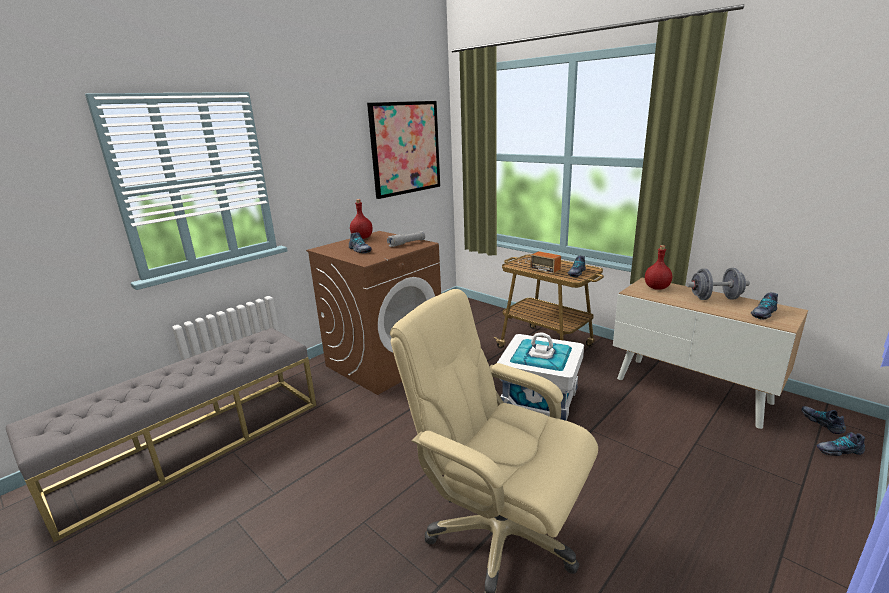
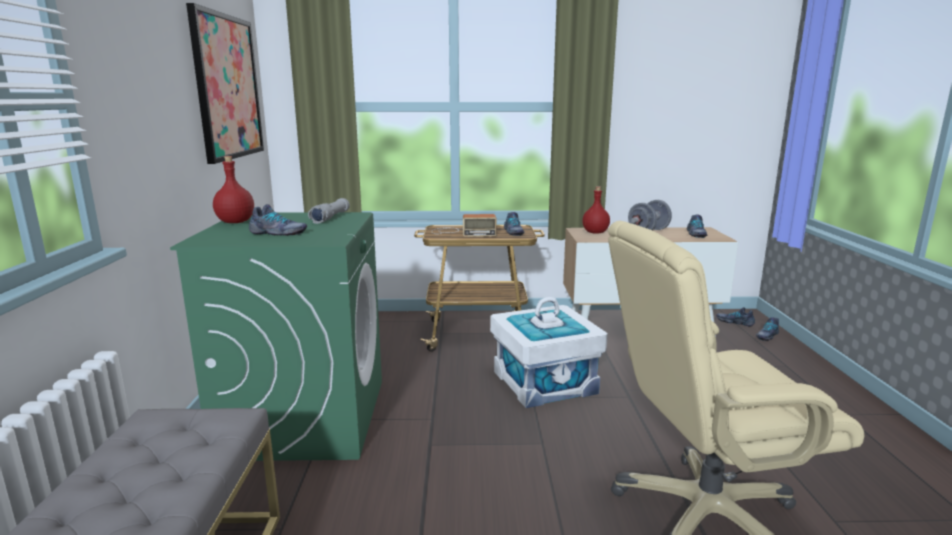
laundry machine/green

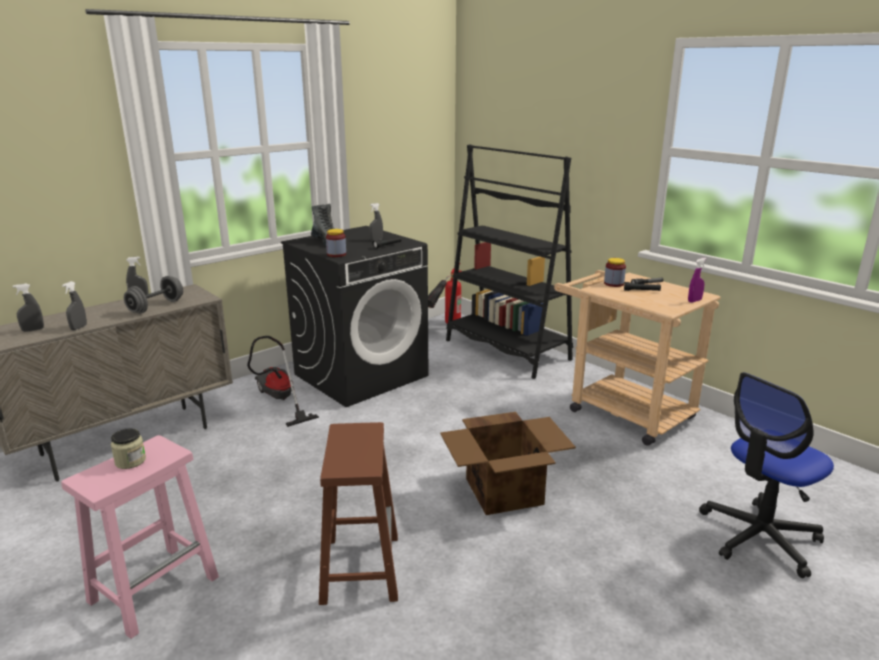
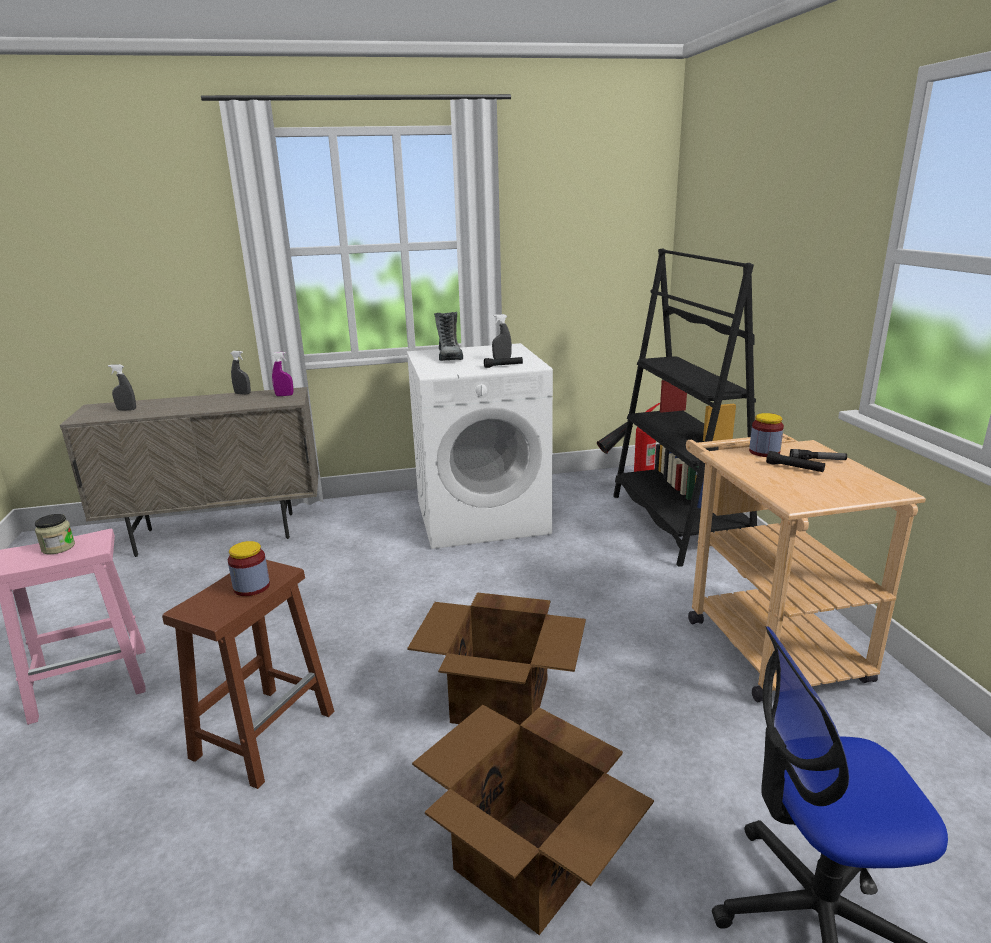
spray bottle/greyish (2nd from left in the first image)
free weight/greyish
hoover
laundry machine/white
preserve jar (2nd from left)
spray bottle/purplish
packing box (2nd from left)

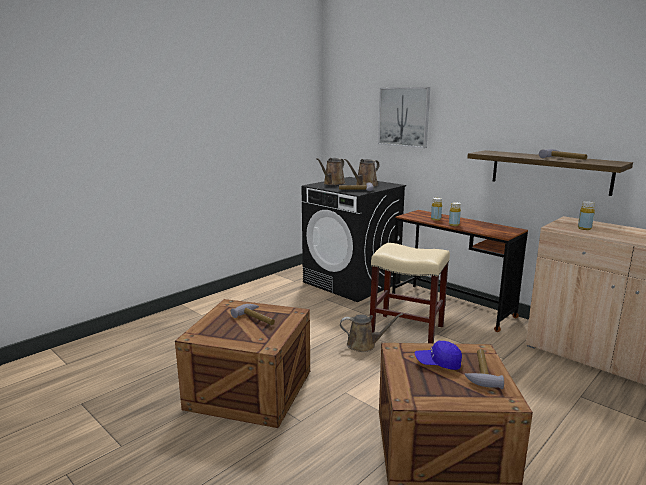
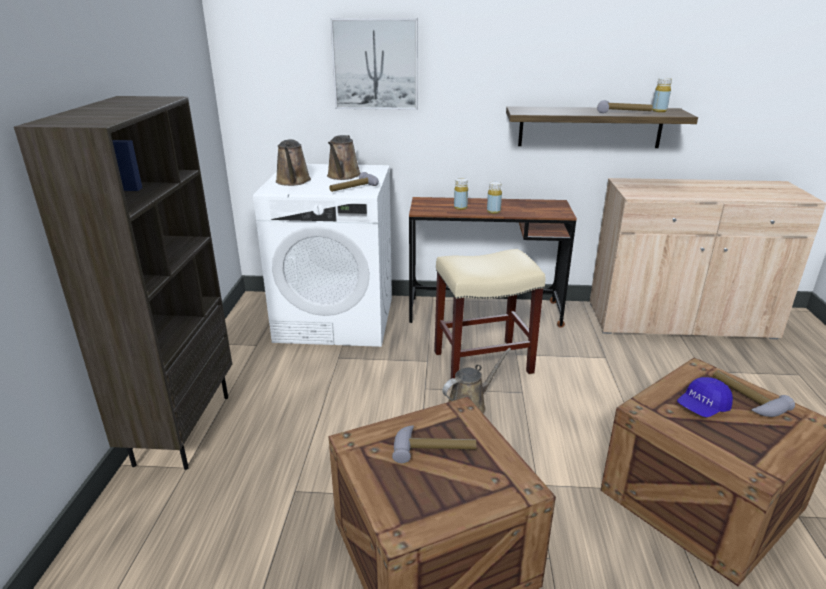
laundry machine/white
bottle/yellowish (3rd from left)
bookcase/brown-coloured

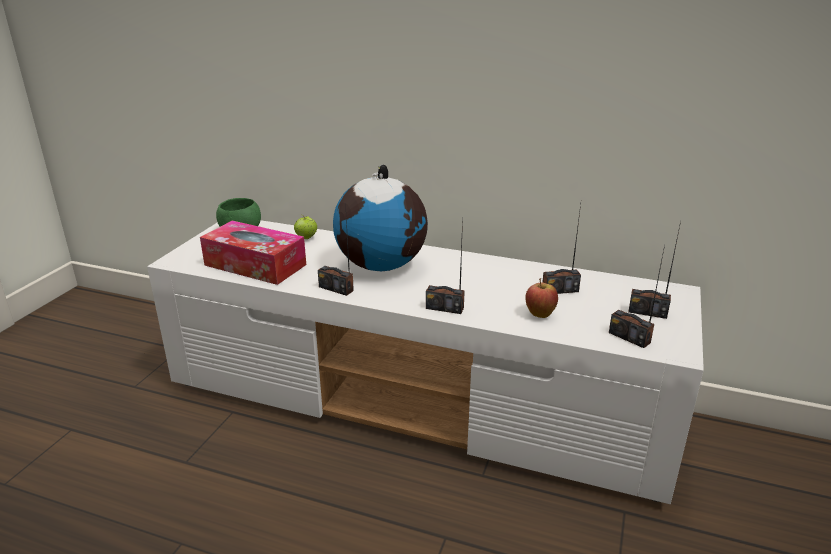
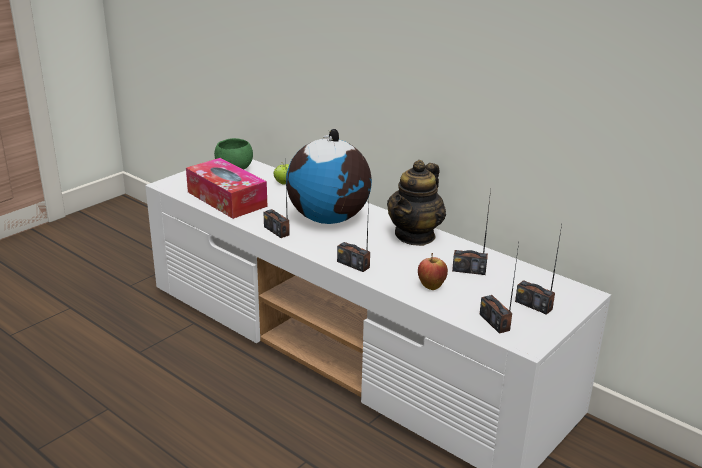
teapot

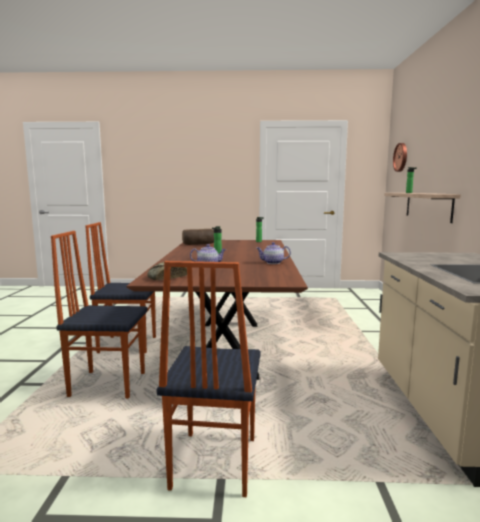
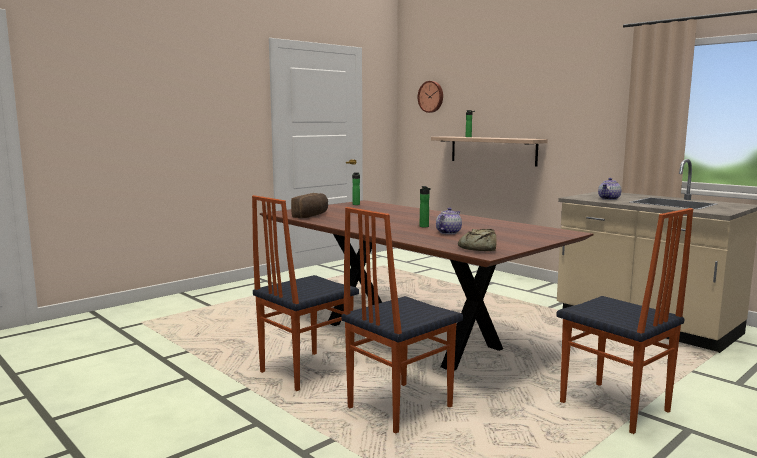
teapot (2nd from left)

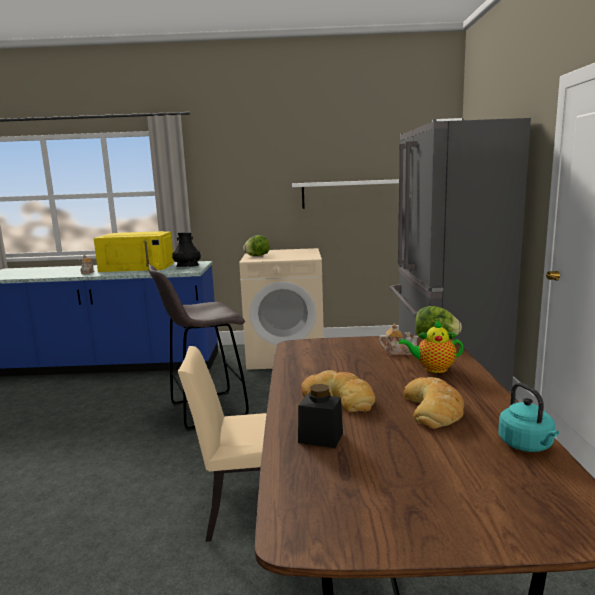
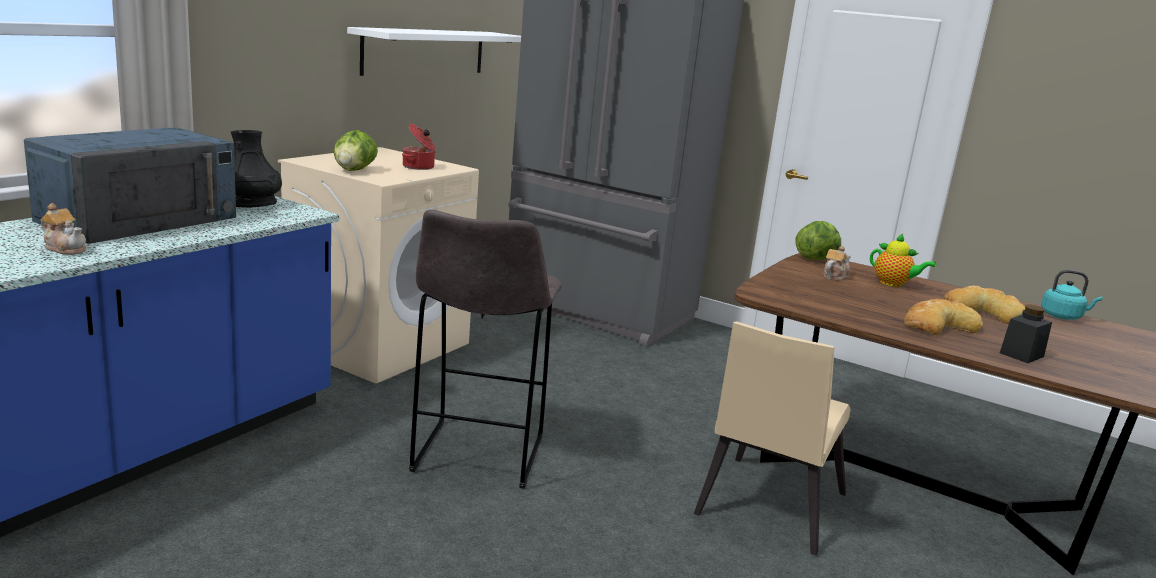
microwave oven/bluish
teapot (3rd from left)
stockpot

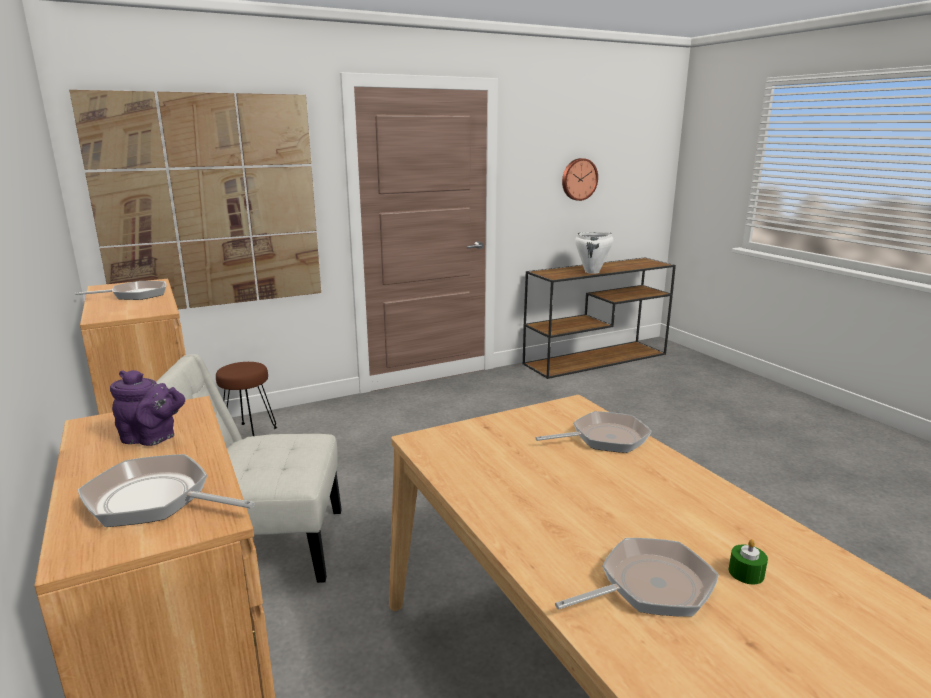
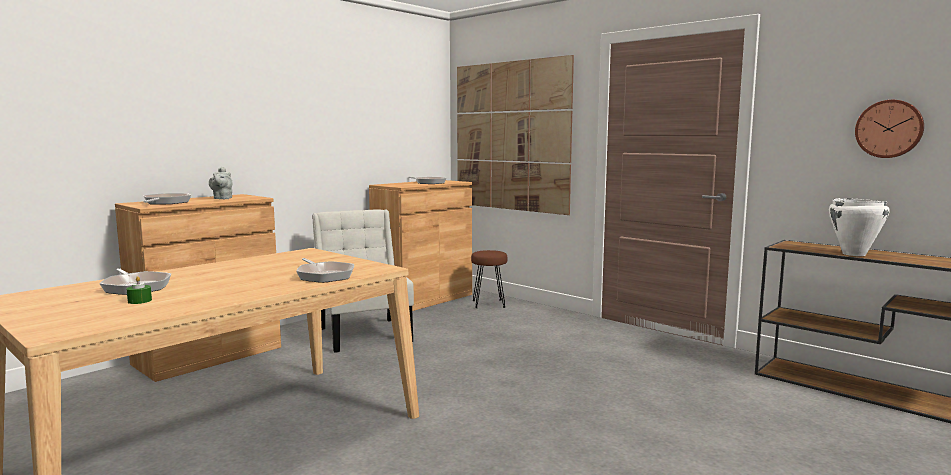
teapot/greyish

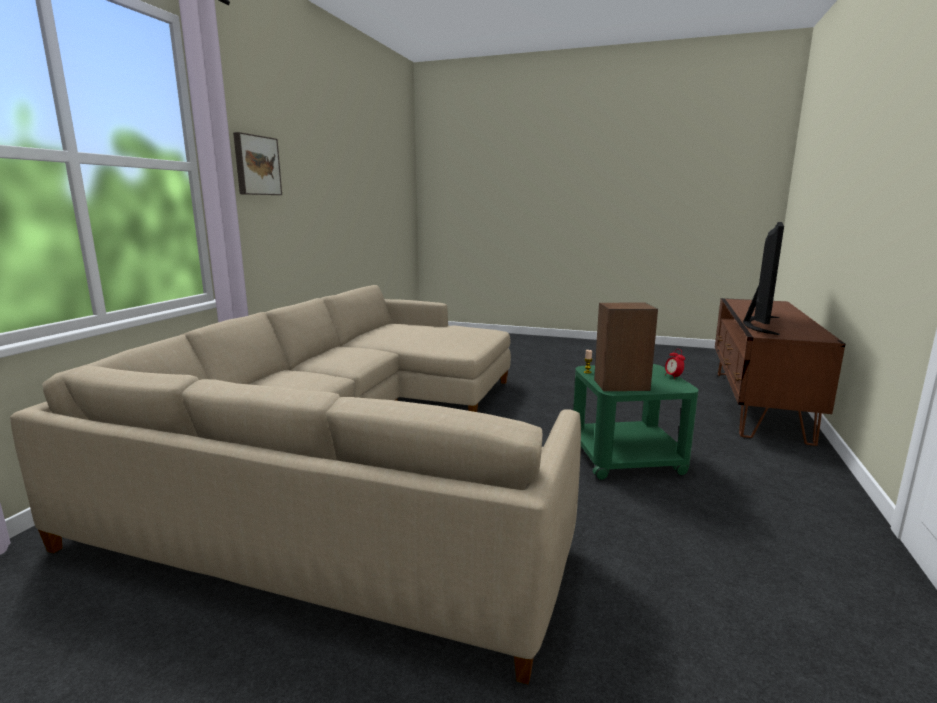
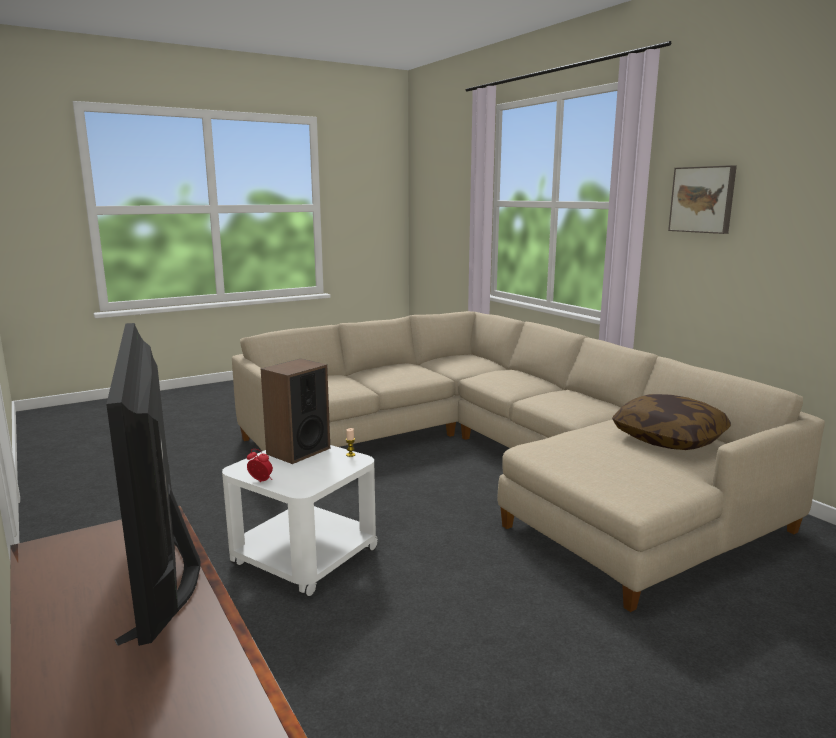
accent table/white
pillow

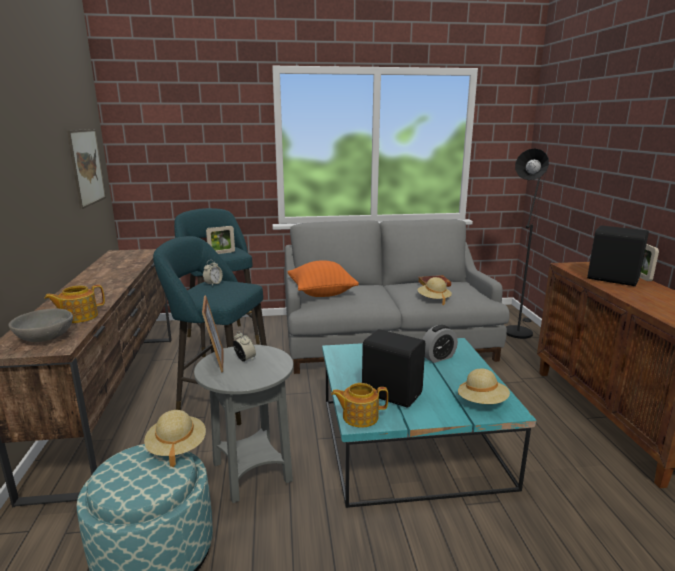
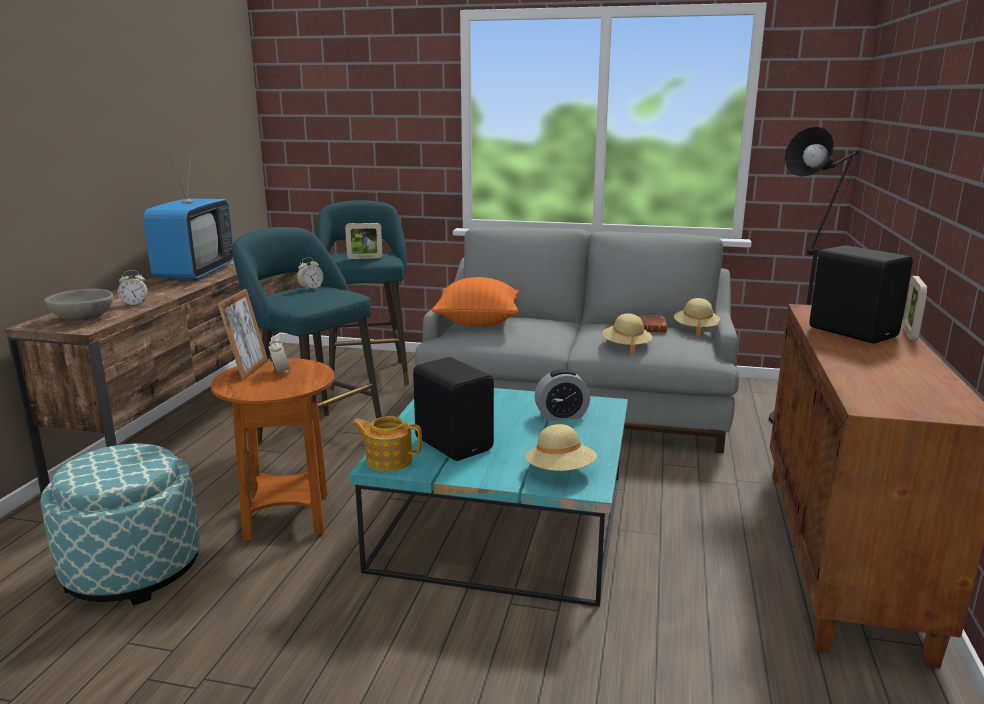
bedside clock (1st from left)
picture
clothing hat/sand-coloured (3rd from left)
accent table/brown-coloured
TV

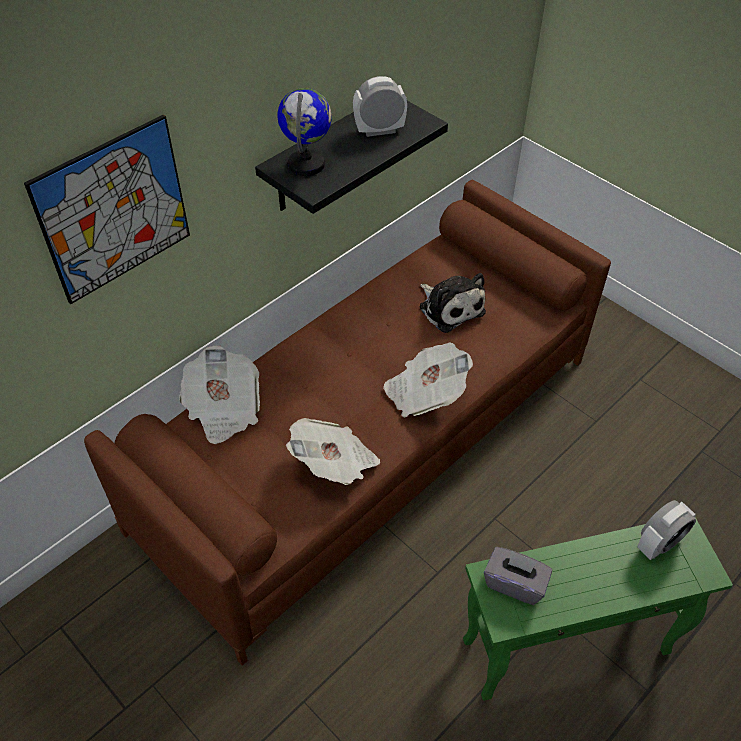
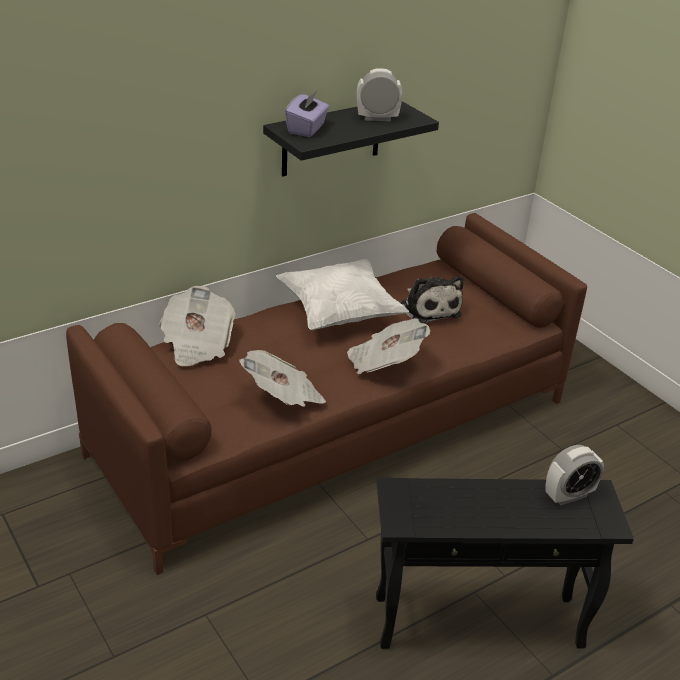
picture
tissue box/purplish
accent table/black
tissue box/greyish
pillow/white

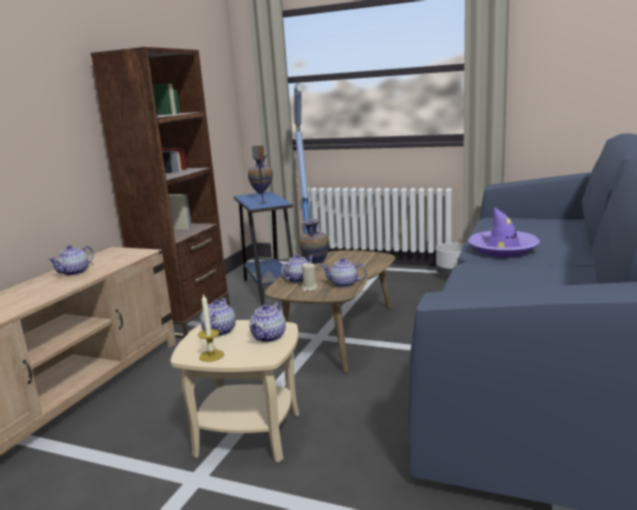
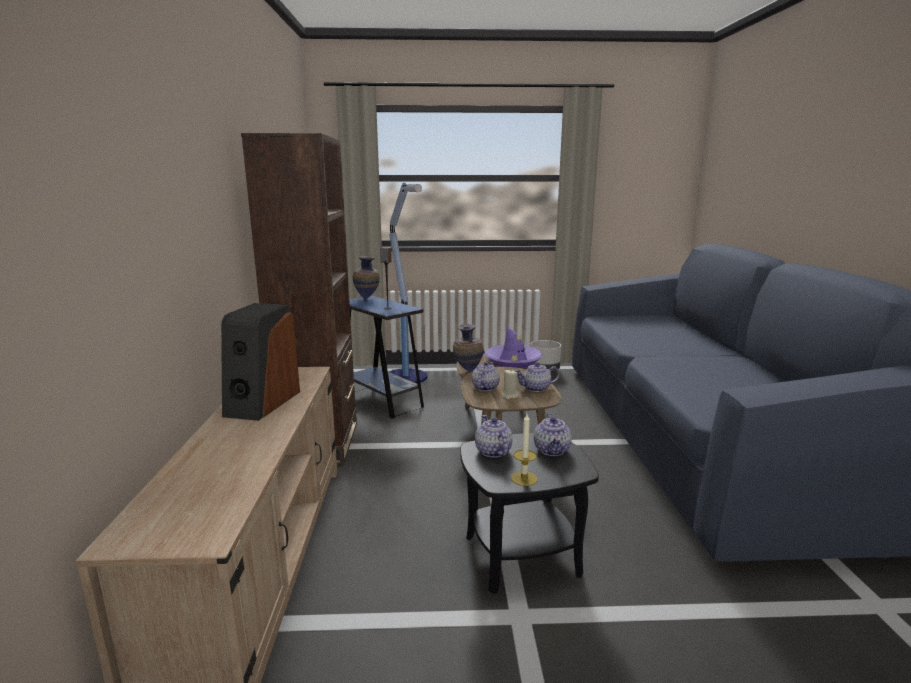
loudspeaker (1st from left)
accent table/black
clothing hat/purplish

